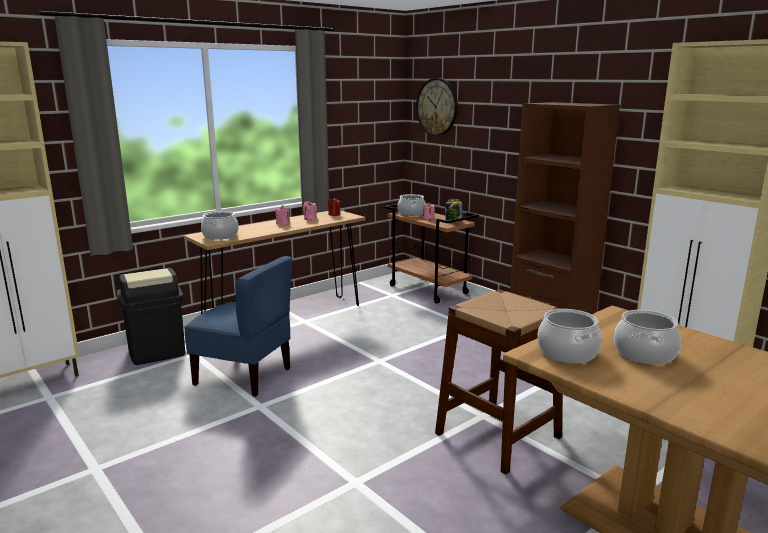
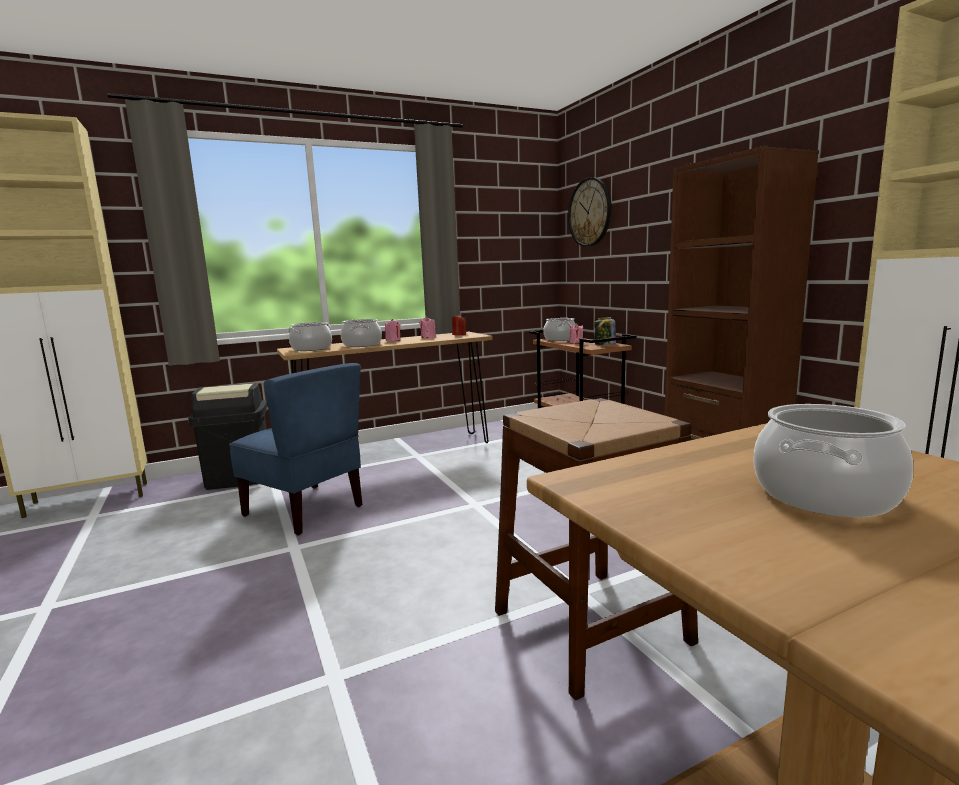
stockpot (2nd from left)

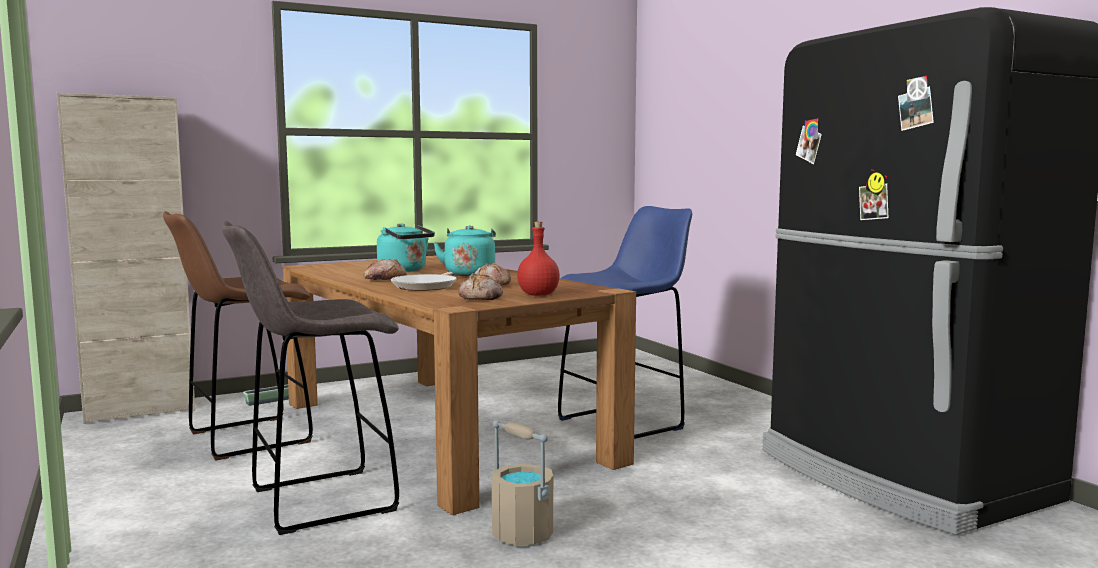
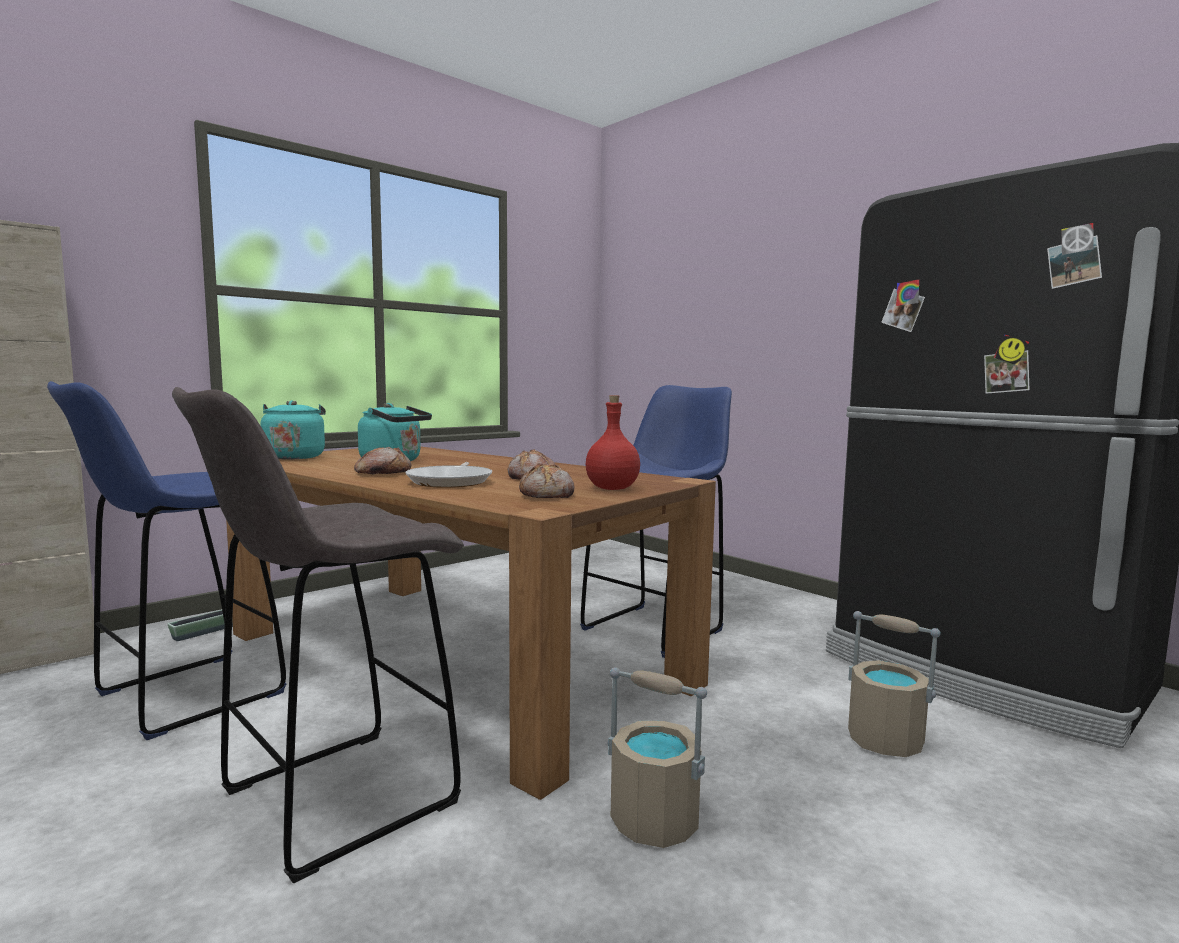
stool/bluish (1st from left)
kettle/turquoise-coloured (1st from left)
bucket/sand-coloured (2nd from left)

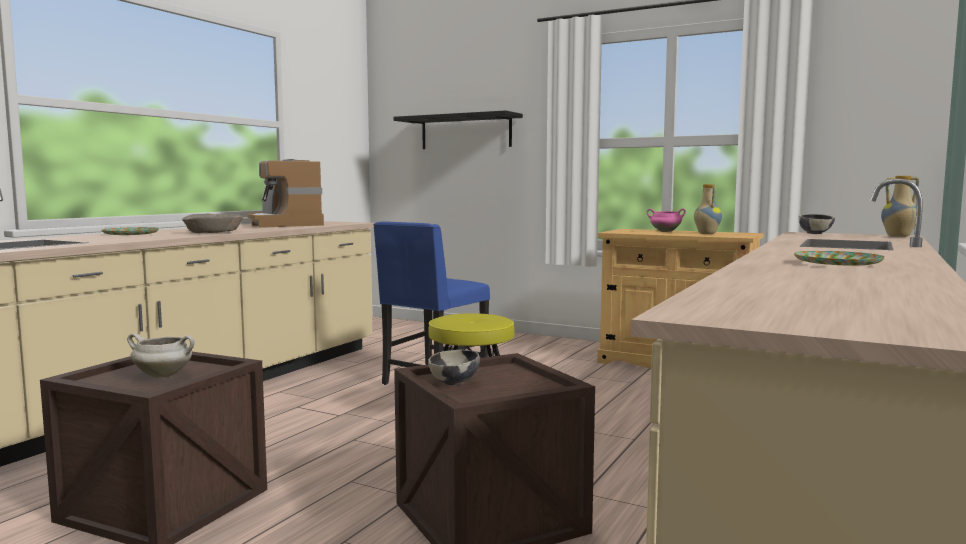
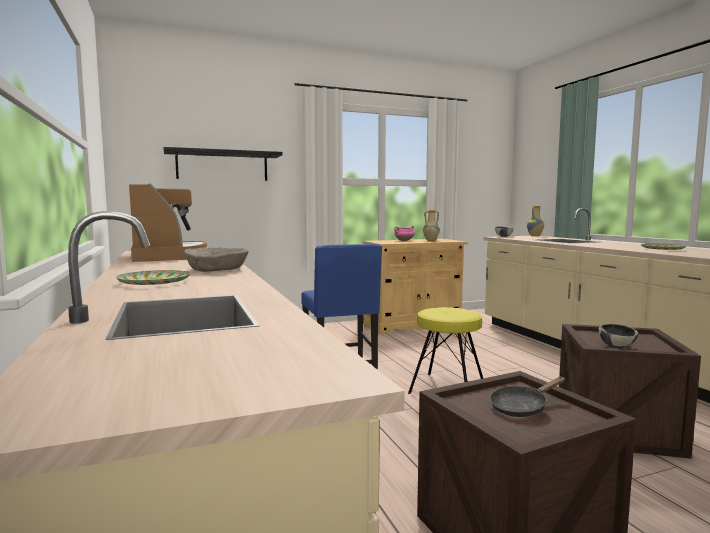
skillet/black
coffee machine

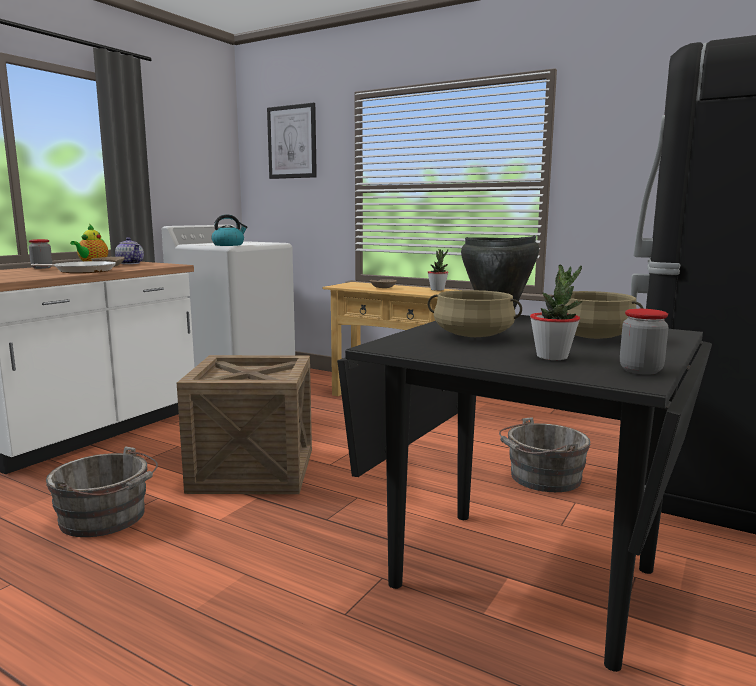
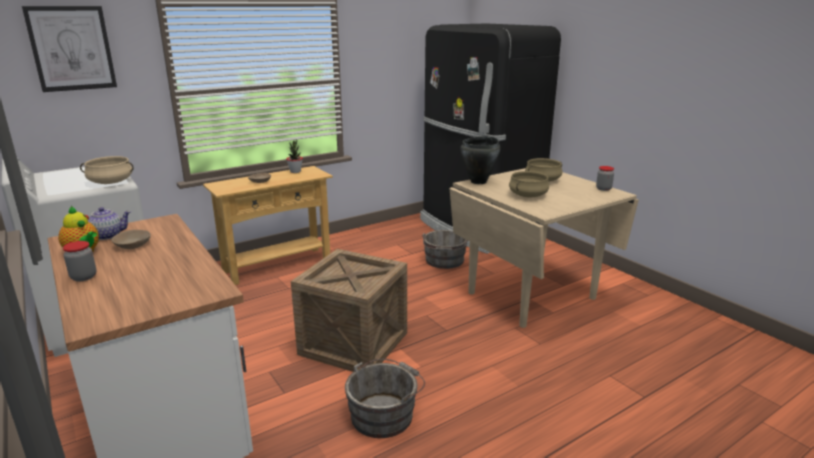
skillet
stockpot/sand-coloured (1st from left)
dining table/sand-coloured
houseplant (2nd from left in the first image)

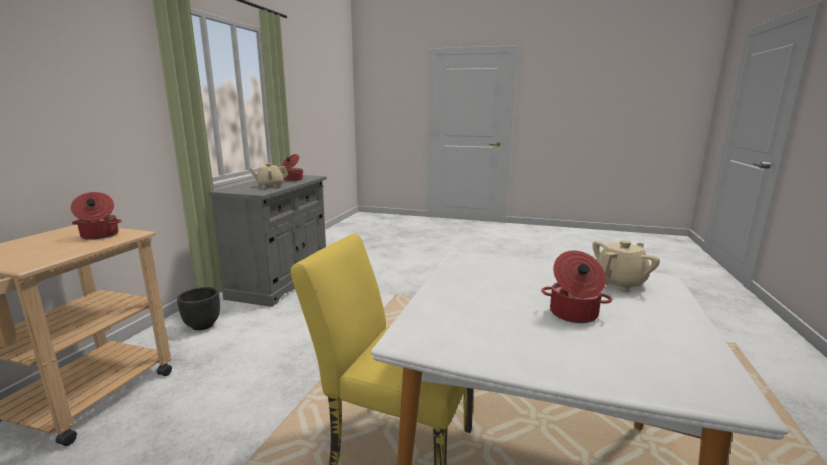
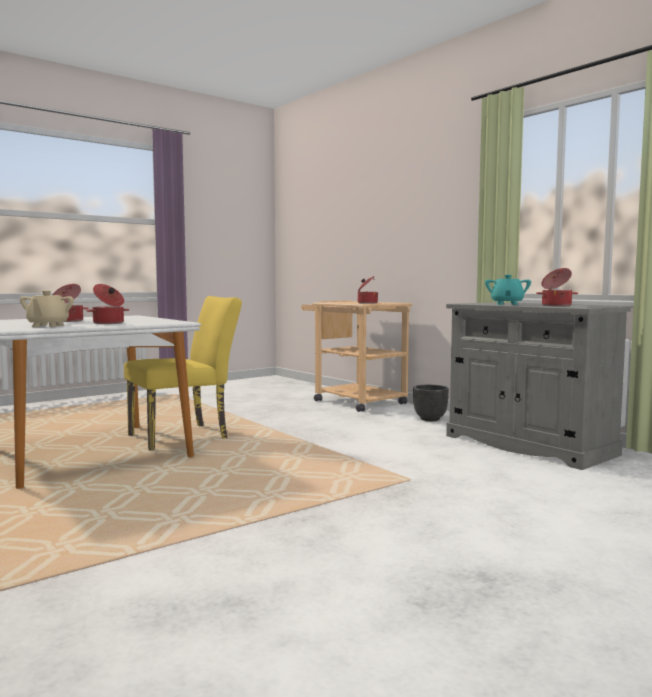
teapot/turquoise-coloured
stockpot (2nd from left)

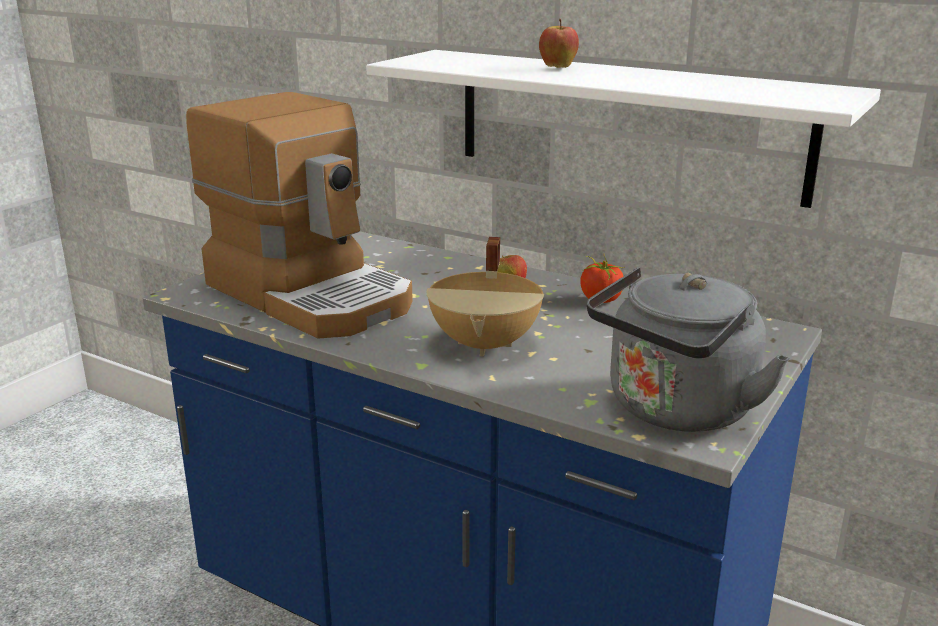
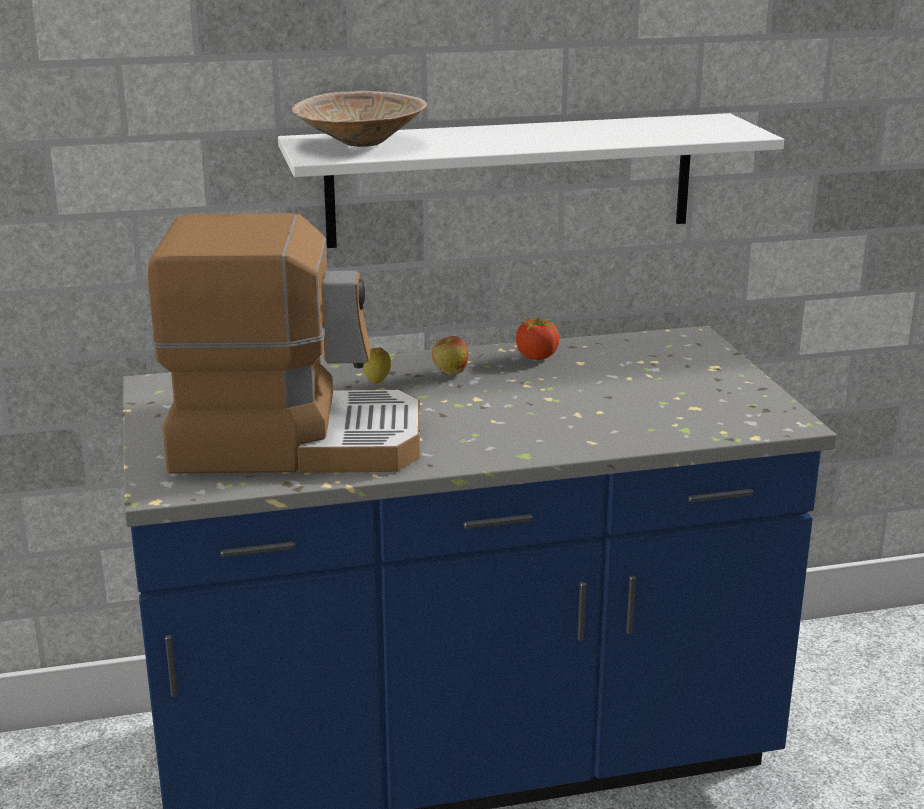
stockpot/sand-coloured
apple fruit (2nd from left in the first image)
kettle/greyish
deep dish/sand-coloured
lemon

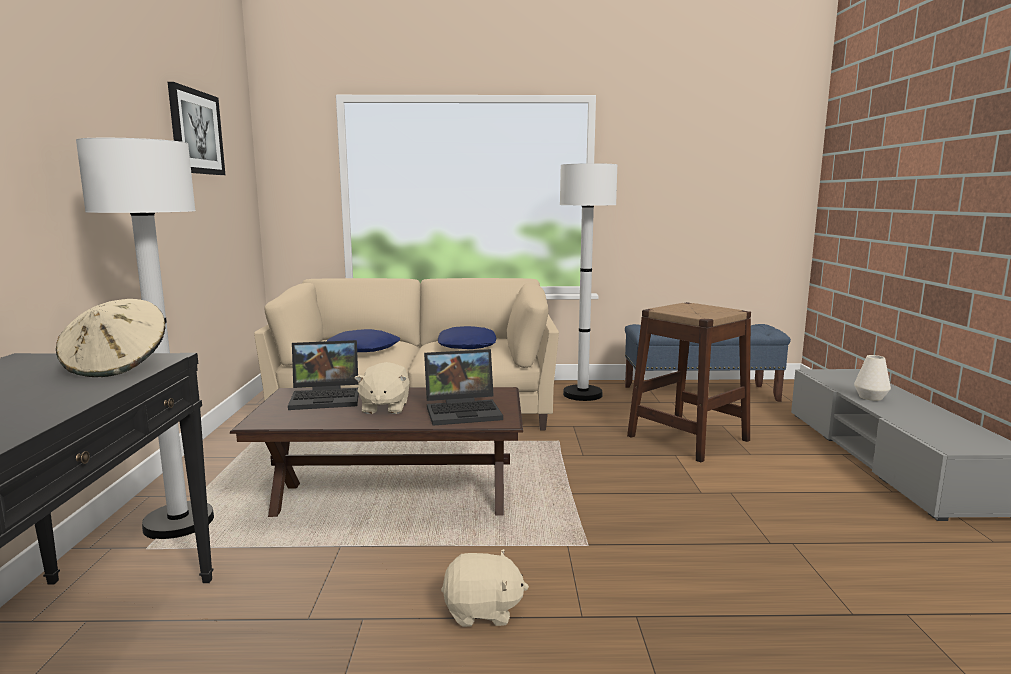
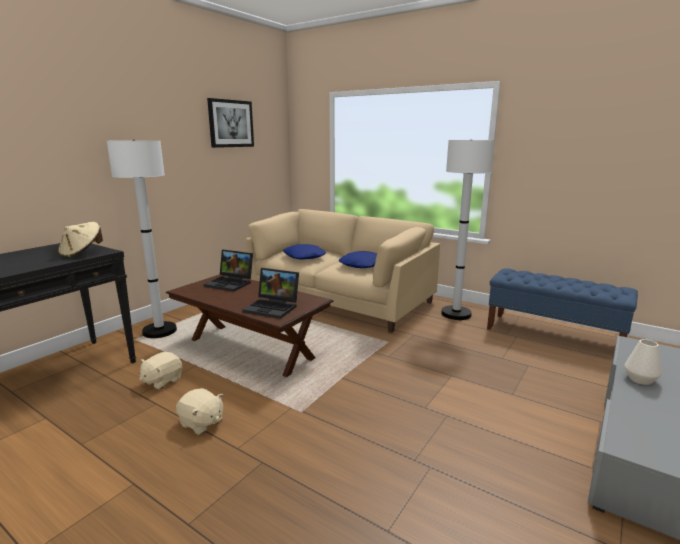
soft toy/sand-coloured (1st from left)
stool/brown-coloured

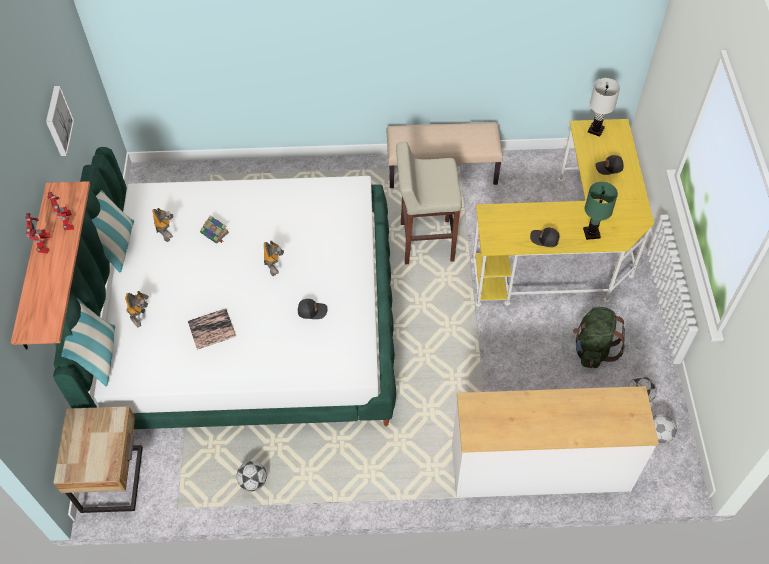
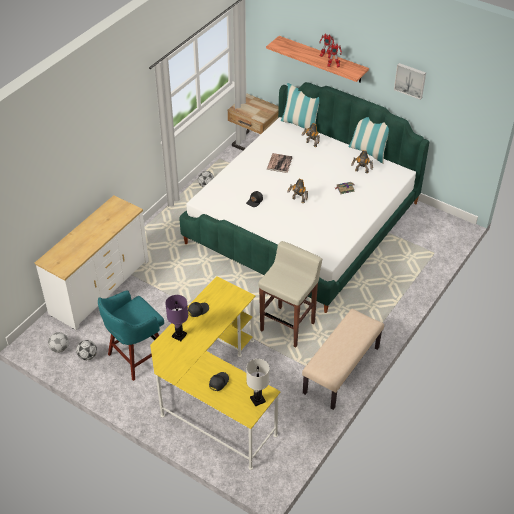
stool/turquoise-coloured
lamp for a table/purplish

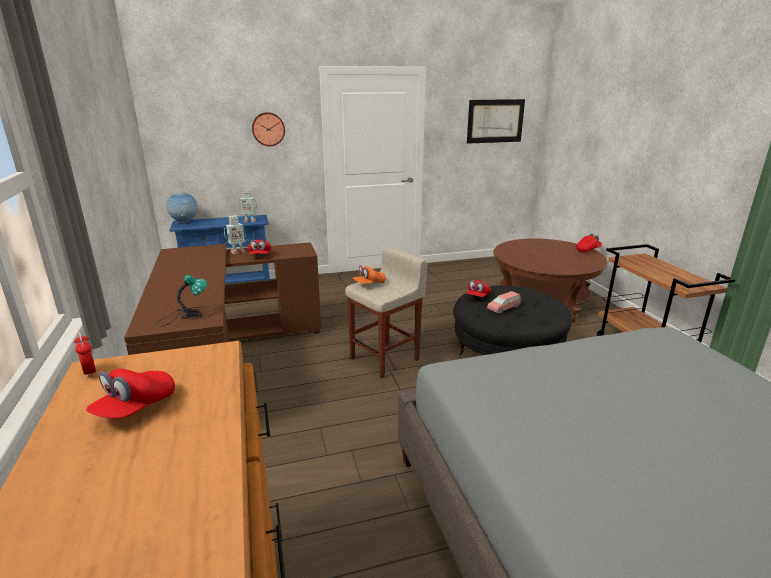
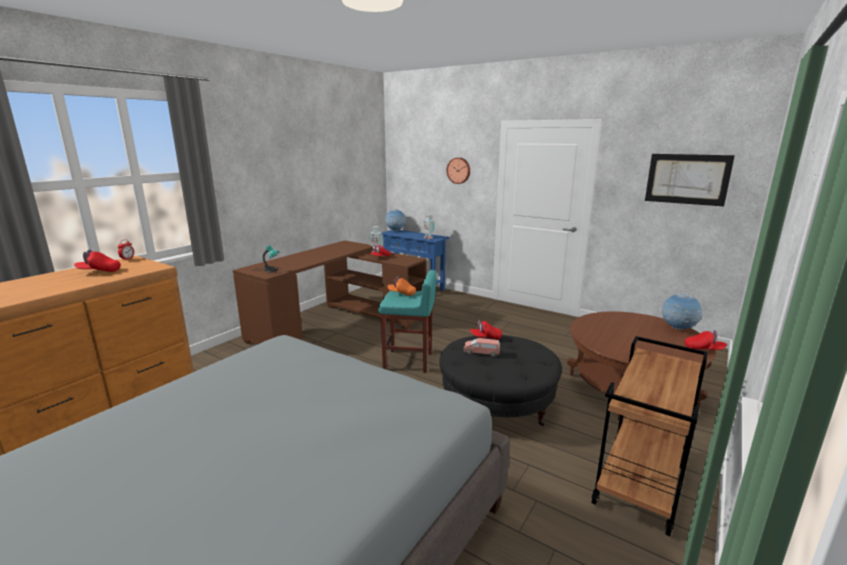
stool/turquoise-coloured
globe (2nd from left)

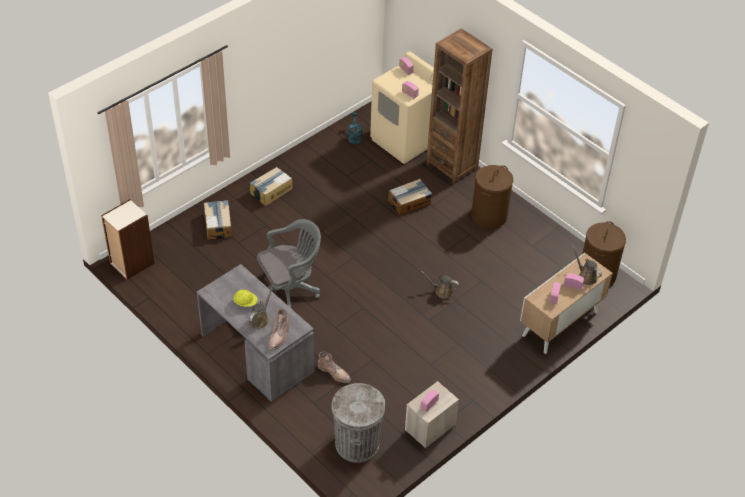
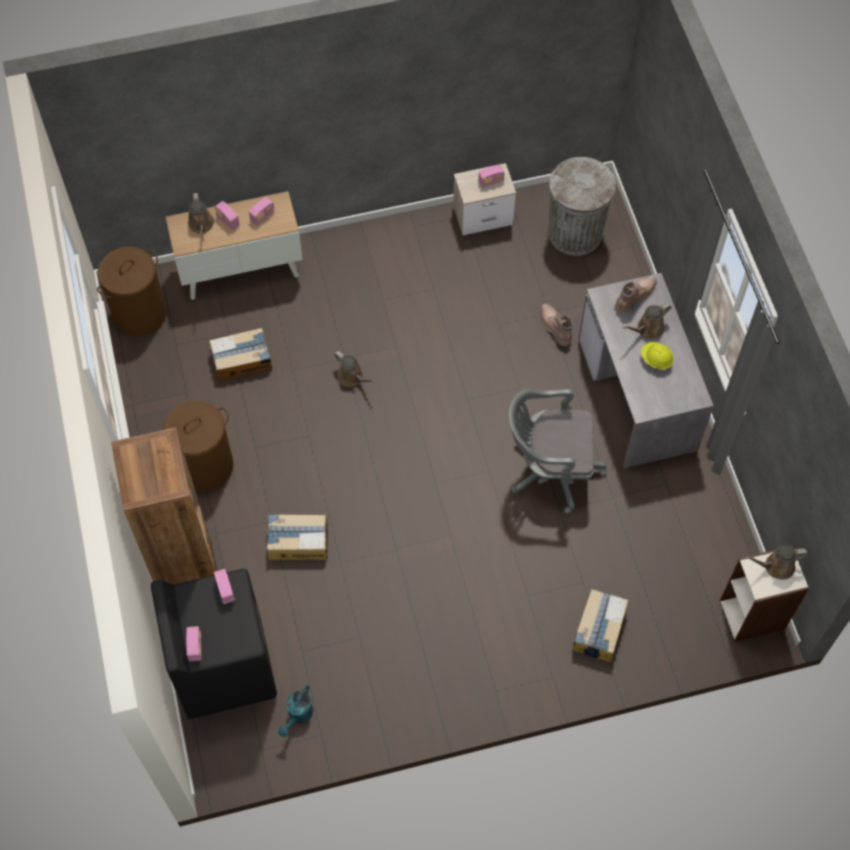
packing box (1st from left)
laundry machine/black
sprinkling can/brown-coloured (4th from left)

